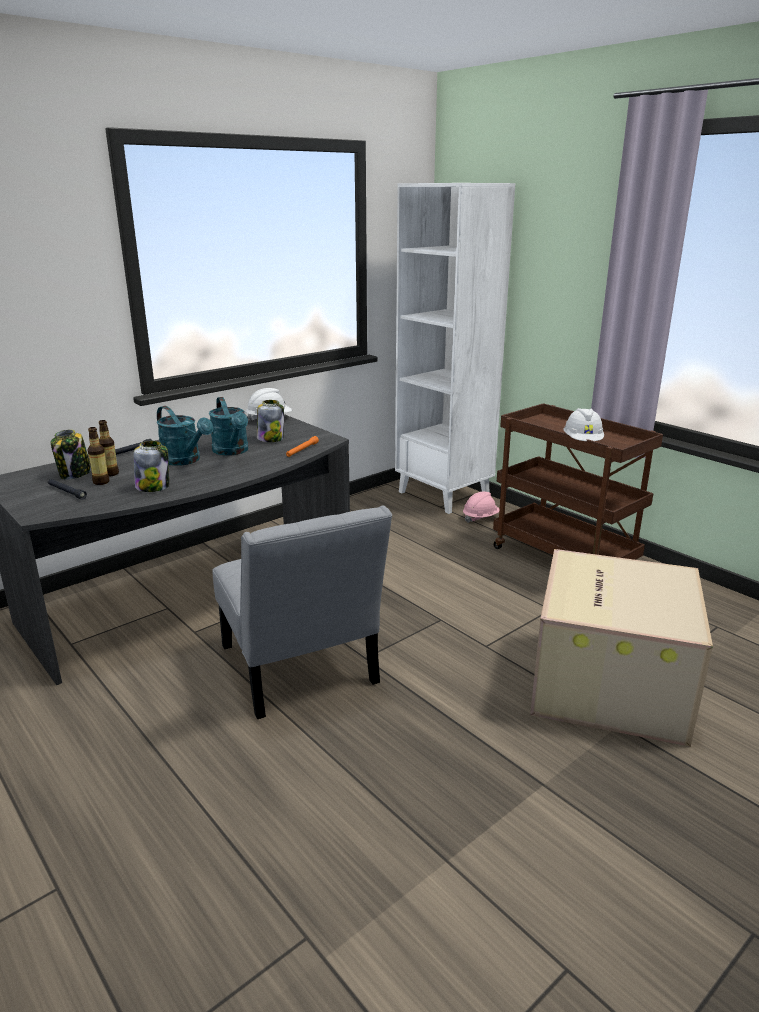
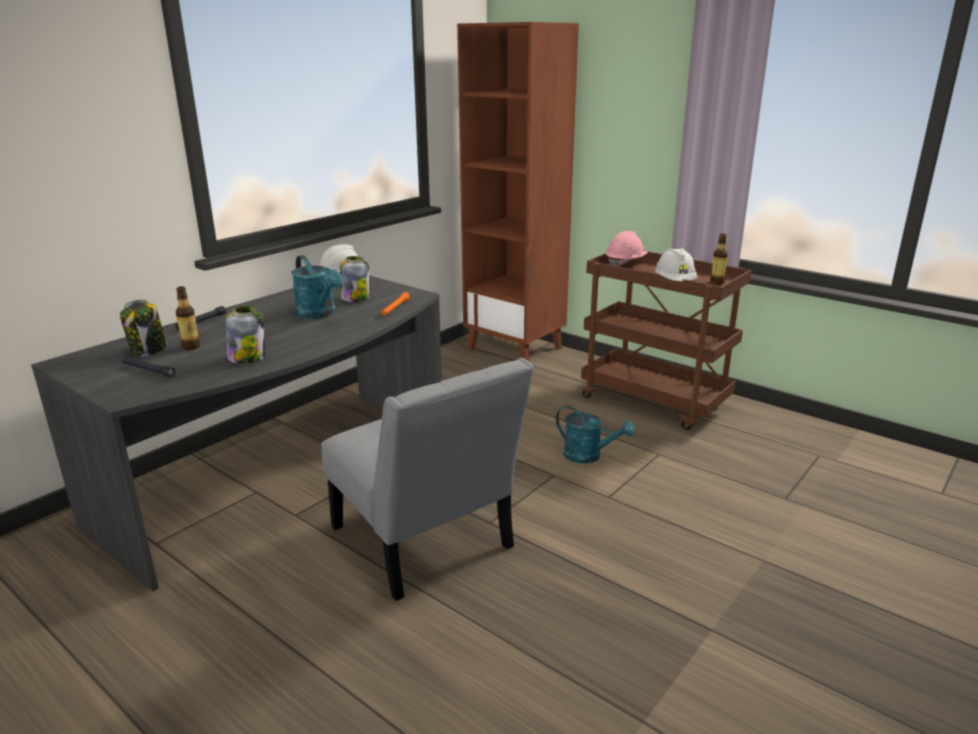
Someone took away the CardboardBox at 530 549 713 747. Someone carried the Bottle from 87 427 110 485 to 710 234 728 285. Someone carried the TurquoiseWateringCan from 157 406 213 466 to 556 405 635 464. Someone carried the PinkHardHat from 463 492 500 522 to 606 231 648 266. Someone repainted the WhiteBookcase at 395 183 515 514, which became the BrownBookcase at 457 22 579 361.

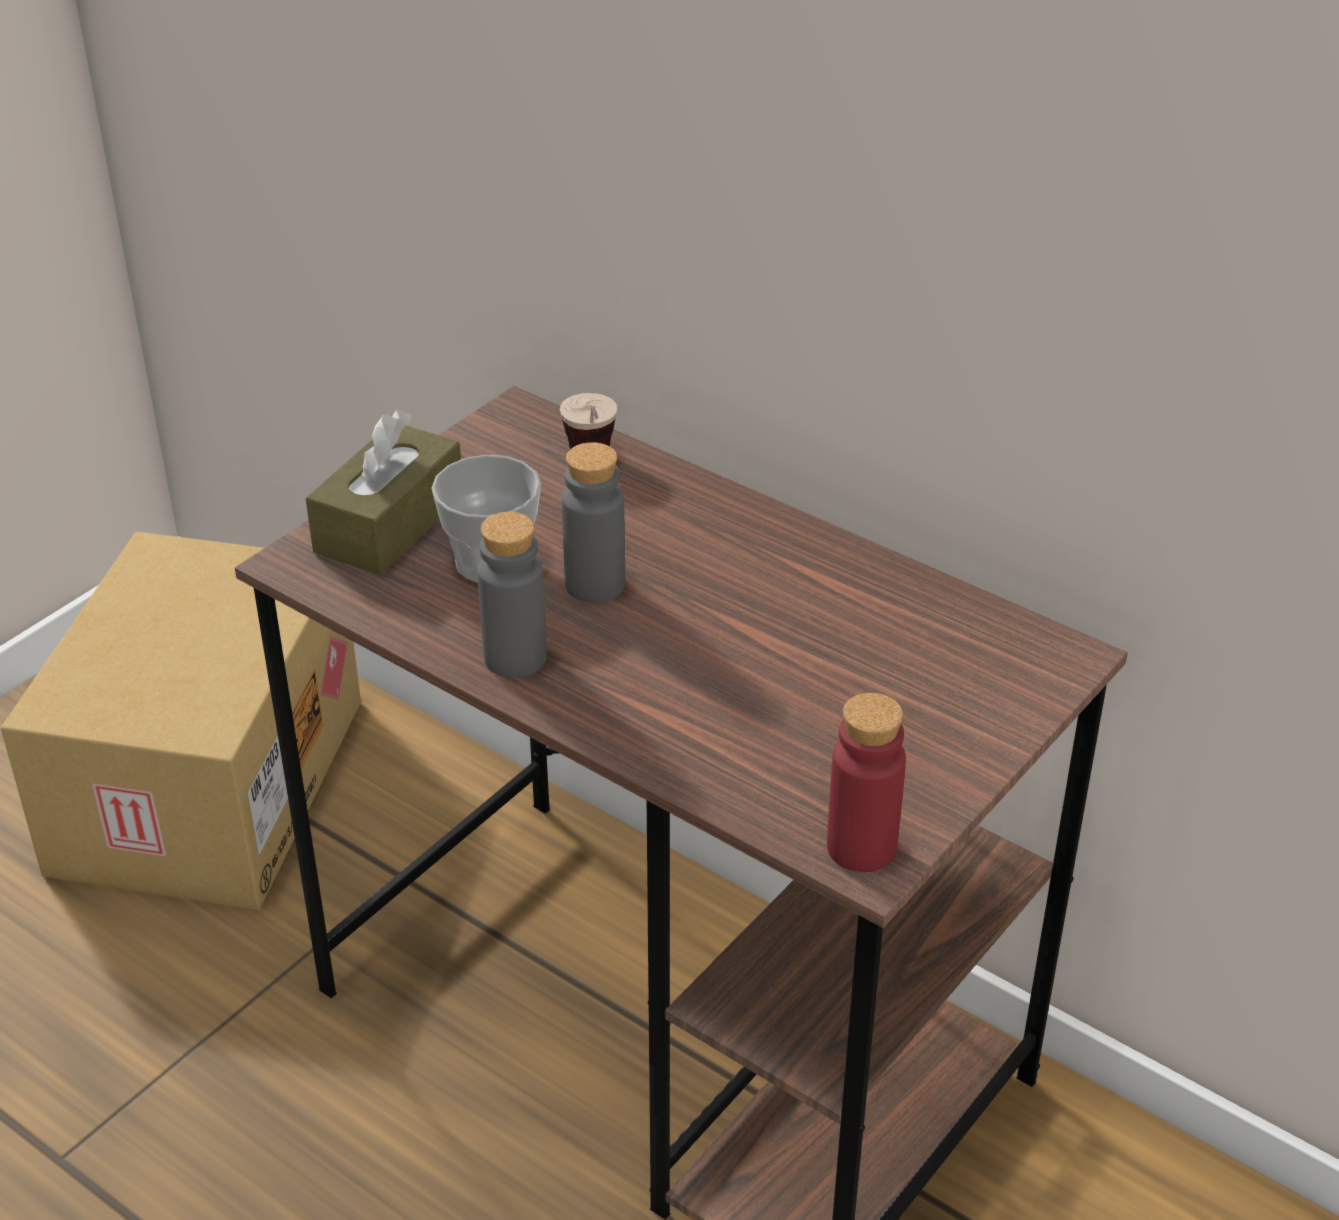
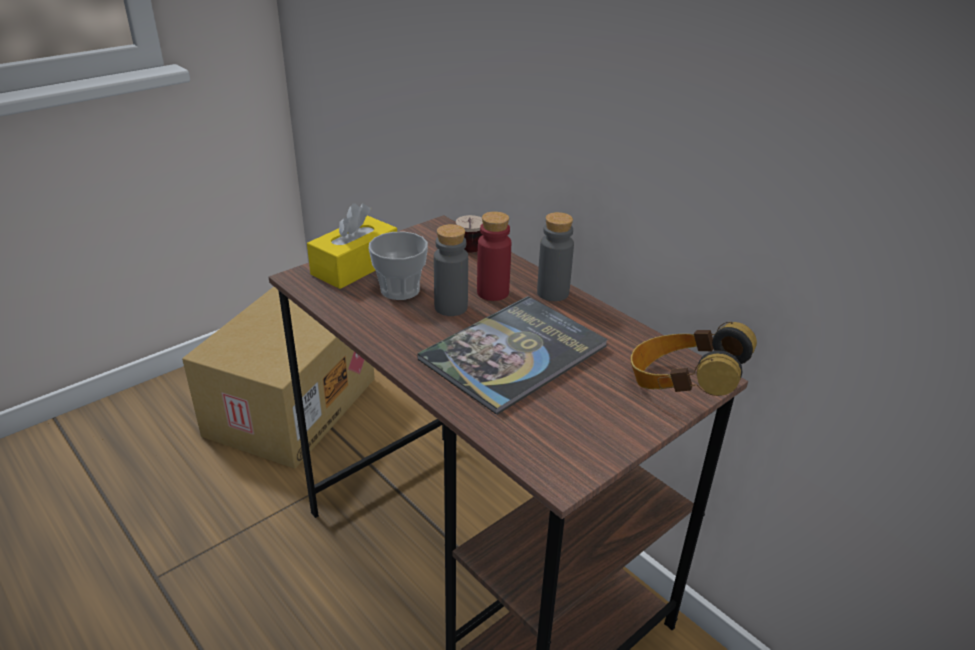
Someone put down the Book at 417 296 608 415. Someone put down the Headphones at 630 322 757 396. Someone carried the GreyBottle from 478 512 547 678 to 537 212 574 301. Someone carried the RedBottle from 827 693 906 872 to 477 211 511 301. Someone repainted the BrownTissueBox at 306 410 461 575, which became the YellowTissueBox at 307 203 397 289.

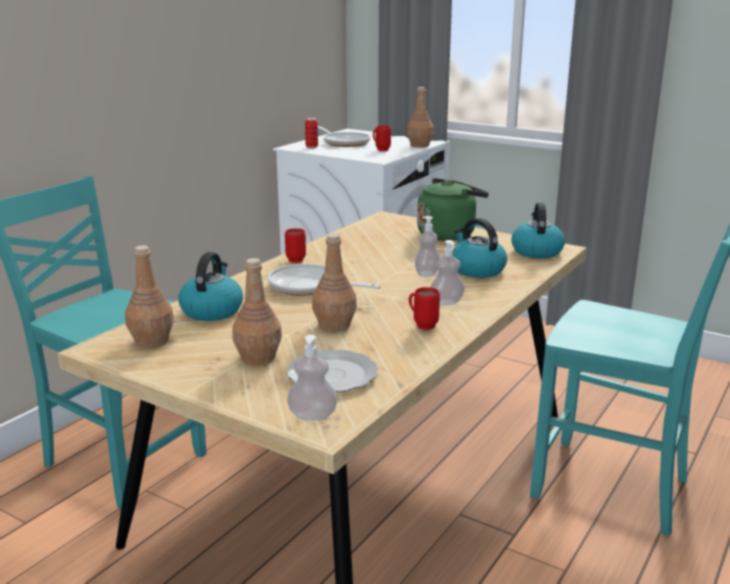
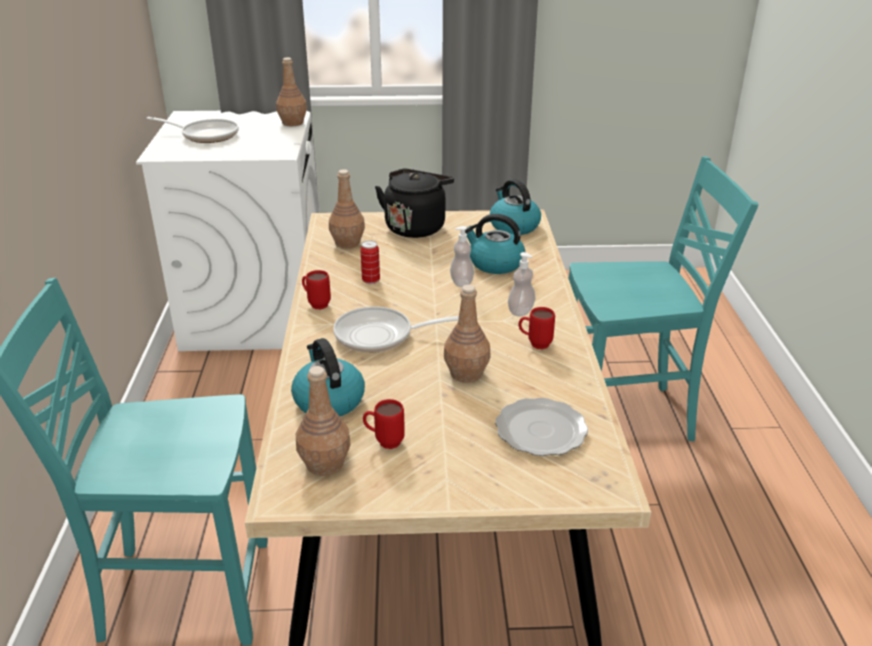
Someone took away the SoapDispenser at 287 335 337 421. Someone carried the BrownBottle from 232 258 282 365 to 329 169 365 248. Someone carried the Can from 305 118 318 148 to 360 240 380 284. Someone carried the RedMug from 373 126 391 151 to 363 399 405 449. Someone repainted the GreenKettle at 417 178 489 241, which became the BlackKettle at 375 169 454 238.

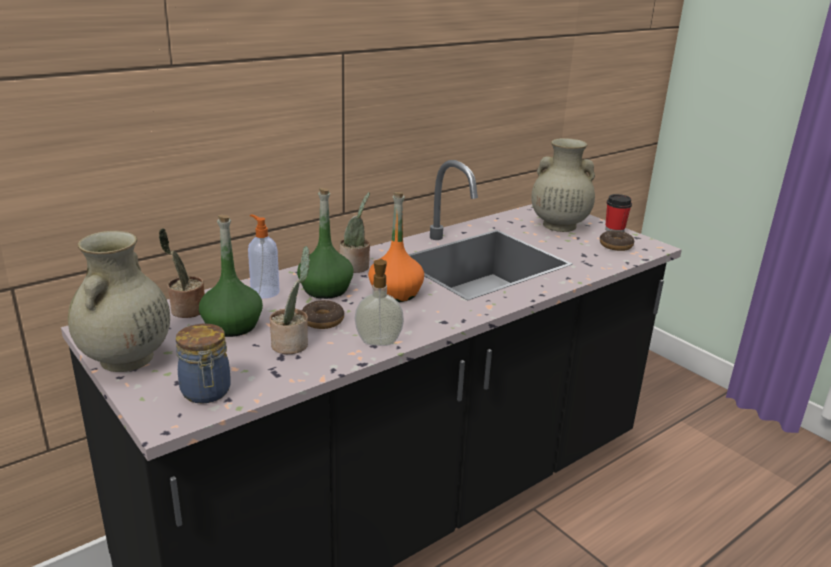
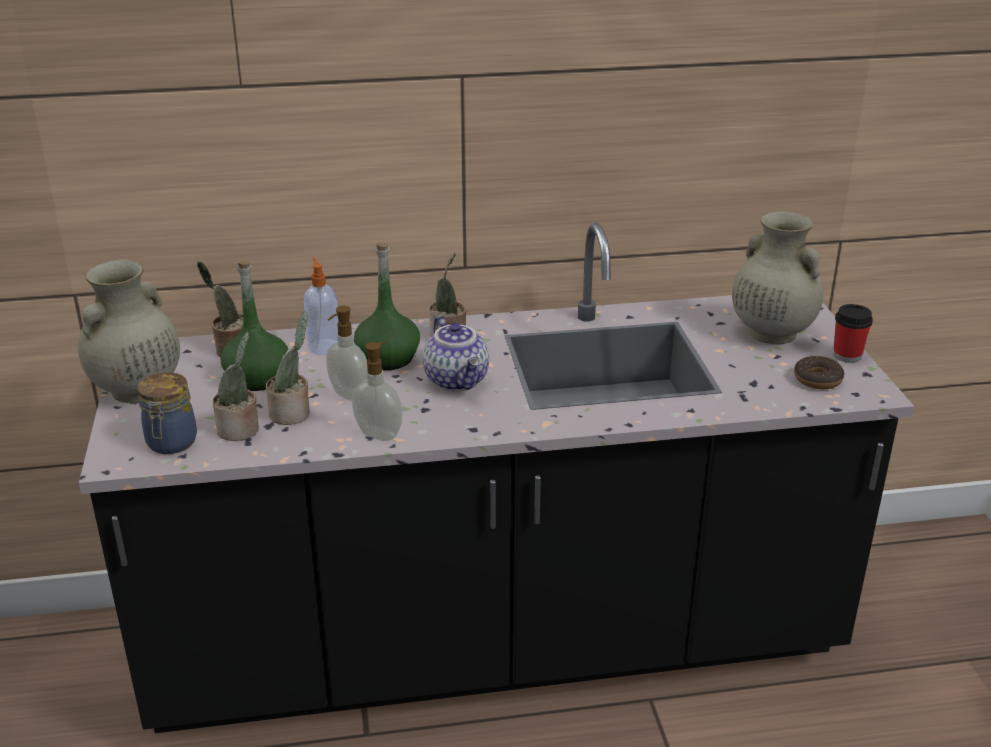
Someone put down the PottedPlant at 213 332 259 441. Someone swapped the Donut at 302 300 344 329 for the SoapDispenser at 326 306 367 401. Someone swapped the OrangeBottle at 368 192 424 302 for the Teapot at 423 316 489 391.

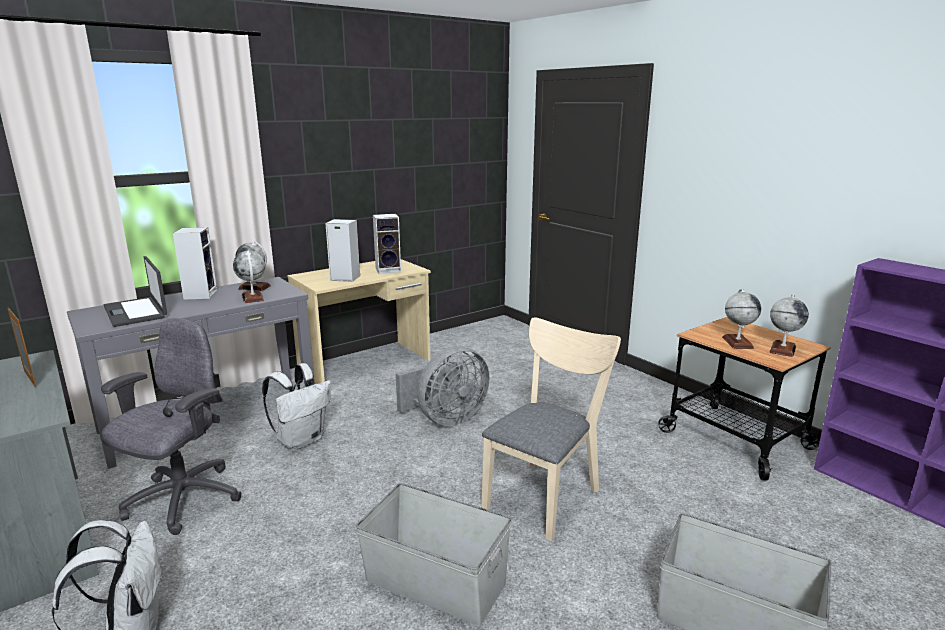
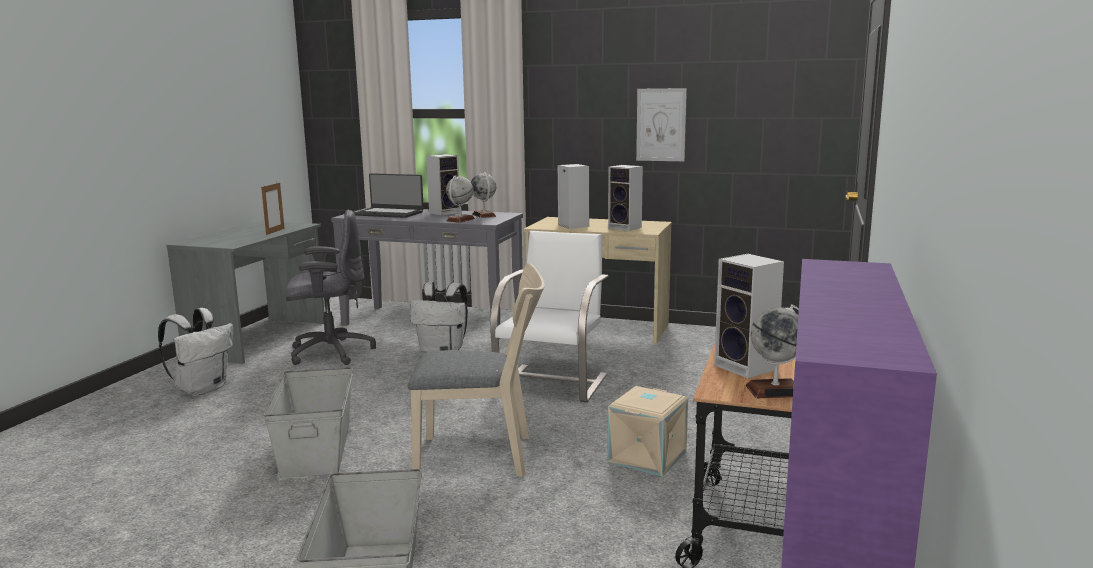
Someone put down the BeigeStorageBox at 608 386 688 476. Someone put up the Picture at 636 88 687 161. Someone swapped the GreyFan at 396 347 490 426 for the WhiteChair at 490 231 608 403. Someone swapped the Globe at 722 289 761 349 for the Speaker at 714 254 784 379. Someone rotated the Laptop at 104 256 167 327 by 90 degrees counterclockwise.

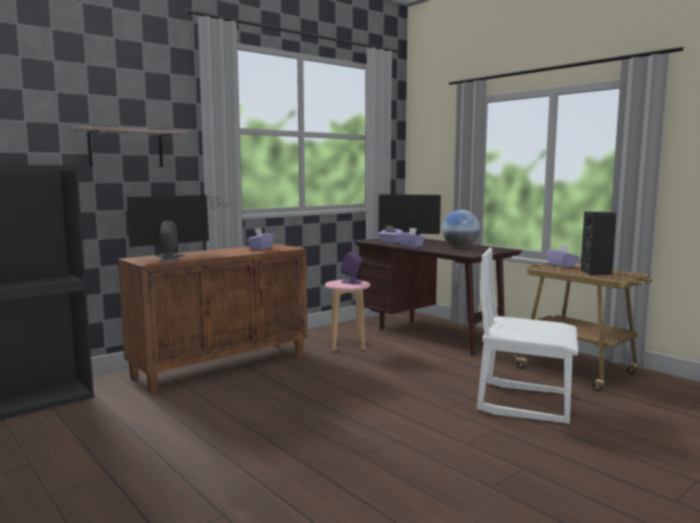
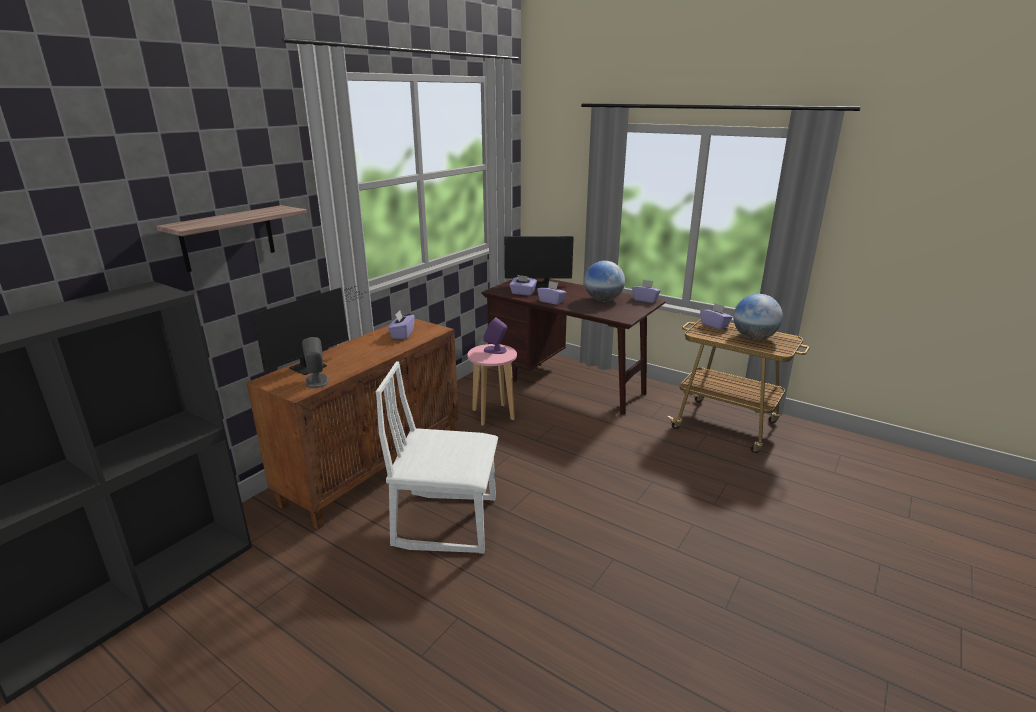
Someone put down the PurpleTissueBox at 632 280 661 303. Someone carried the WhiteChair from 477 248 578 424 to 376 361 498 554. Someone swapped the BlackSpeaker at 581 212 616 275 for the Globe at 733 294 783 340.

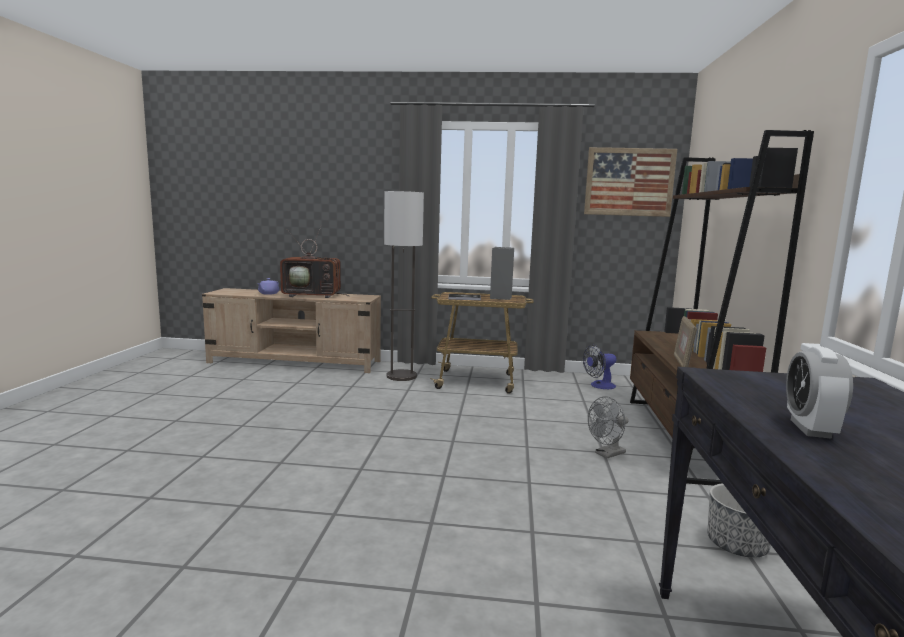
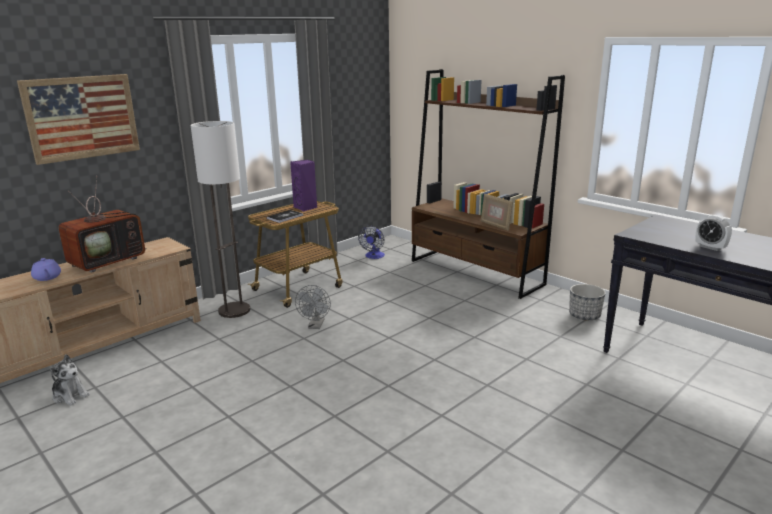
Someone put down the PlushToy at 50 354 90 406. Someone carried the Picture from 584 147 677 217 to 17 74 140 165. Someone carried the GreyFan from 588 396 629 459 to 295 285 331 329. Someone repainted the GreySpeaker at 490 247 514 300, which became the PurpleSpeaker at 290 160 317 212.

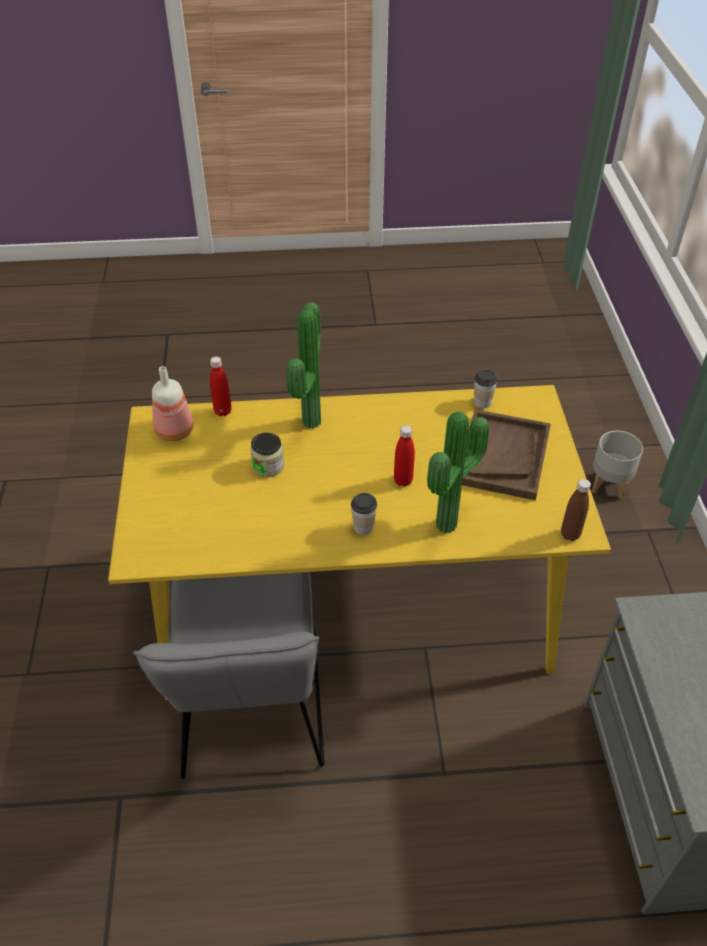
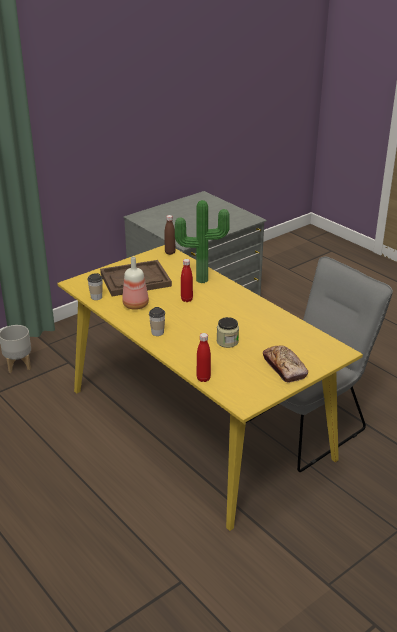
Someone took away the PottedPlant at 286 302 321 429. Someone put down the Bread at 263 345 308 383. Someone carried the Bottle from 152 366 194 441 to 122 257 149 310. Someone carried the Cup from 351 493 377 535 to 149 307 165 336.

